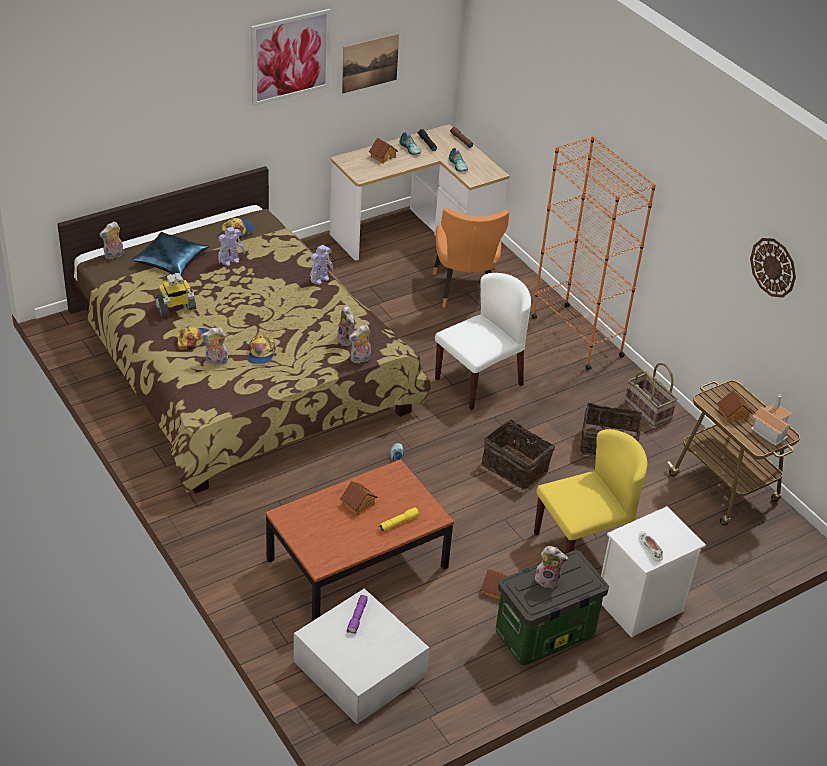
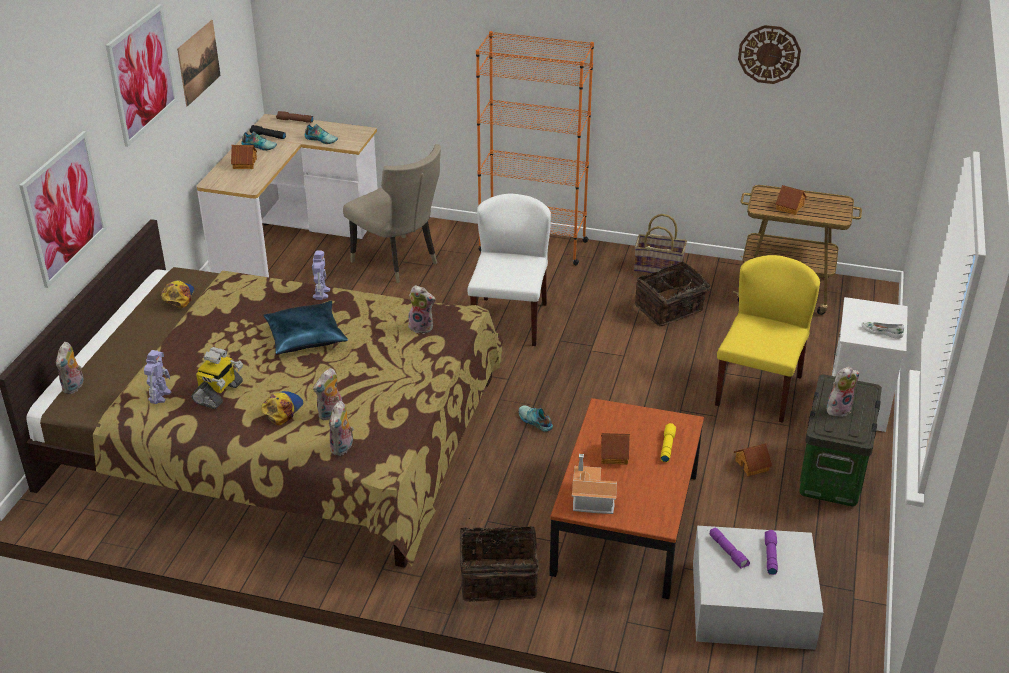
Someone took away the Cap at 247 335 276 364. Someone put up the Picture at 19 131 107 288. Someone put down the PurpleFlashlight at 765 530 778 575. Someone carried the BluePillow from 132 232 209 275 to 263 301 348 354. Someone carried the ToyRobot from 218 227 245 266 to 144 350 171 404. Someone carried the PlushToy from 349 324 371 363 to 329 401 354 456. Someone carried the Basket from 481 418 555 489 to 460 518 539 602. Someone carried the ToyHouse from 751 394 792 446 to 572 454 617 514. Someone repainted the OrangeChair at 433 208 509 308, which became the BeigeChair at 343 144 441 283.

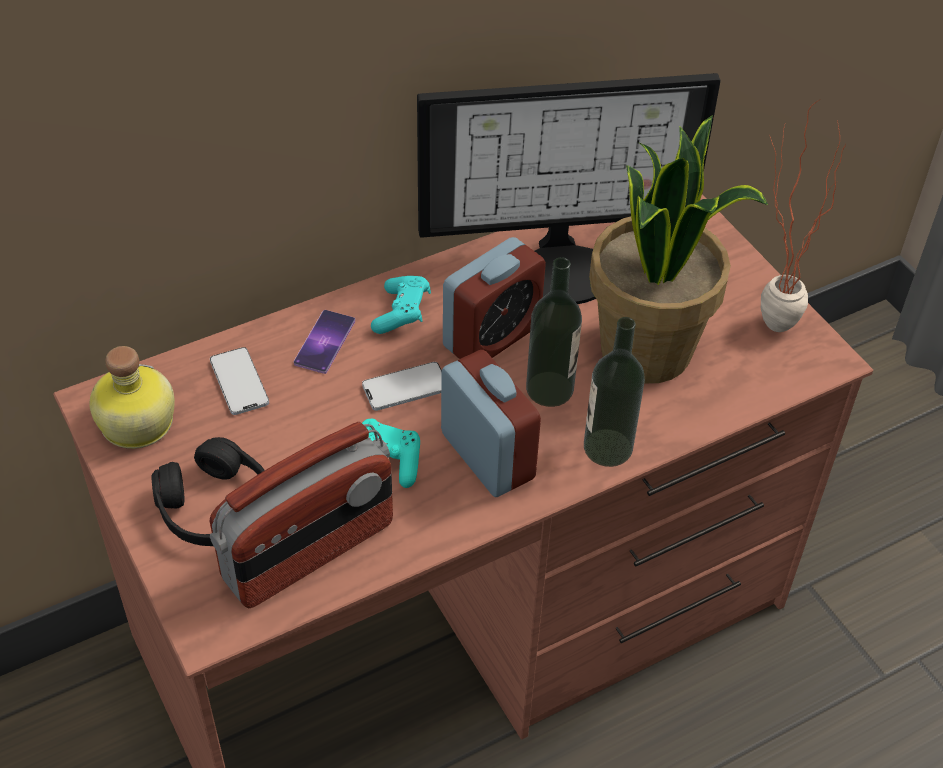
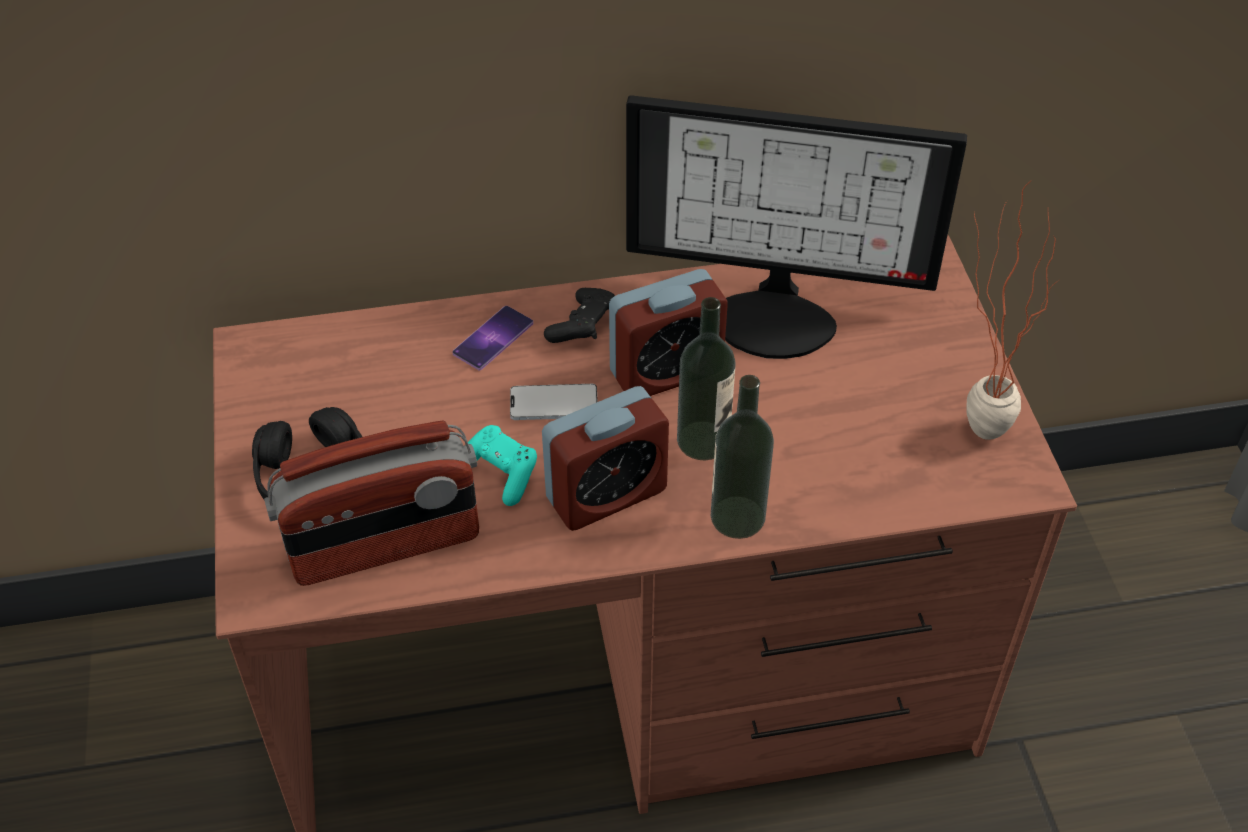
Someone took away the Bottle at 90 346 175 449. Someone took away the Phone at 210 347 269 415. Someone took away the PottedPlant at 589 115 768 383. Someone repainted the TurquoiseGameController at 371 276 431 334, which became the BlackGameController at 544 288 615 343. Someone rotated the AlarmClock at 441 350 541 497 by 75 degrees clockwise.

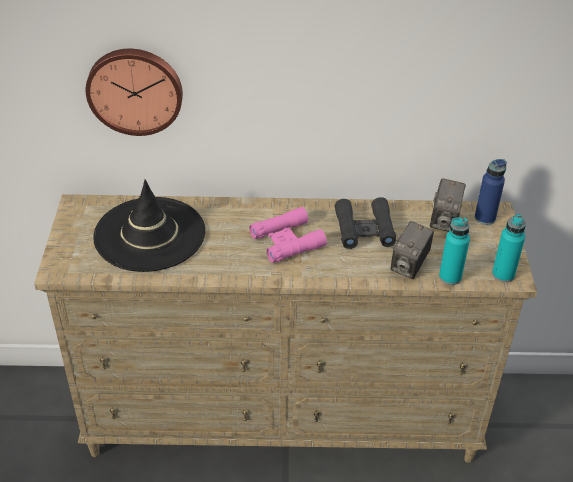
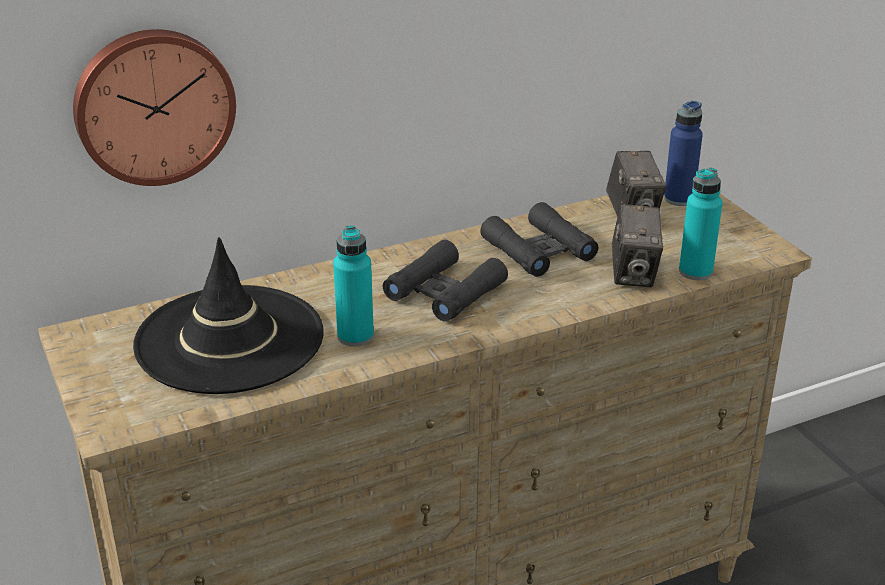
Someone carried the TurquoiseBottle from 492 214 526 282 to 333 226 374 347. Someone repainted the PinkBinoculars at 249 207 327 263, which became the BlackBinoculars at 383 240 508 322.

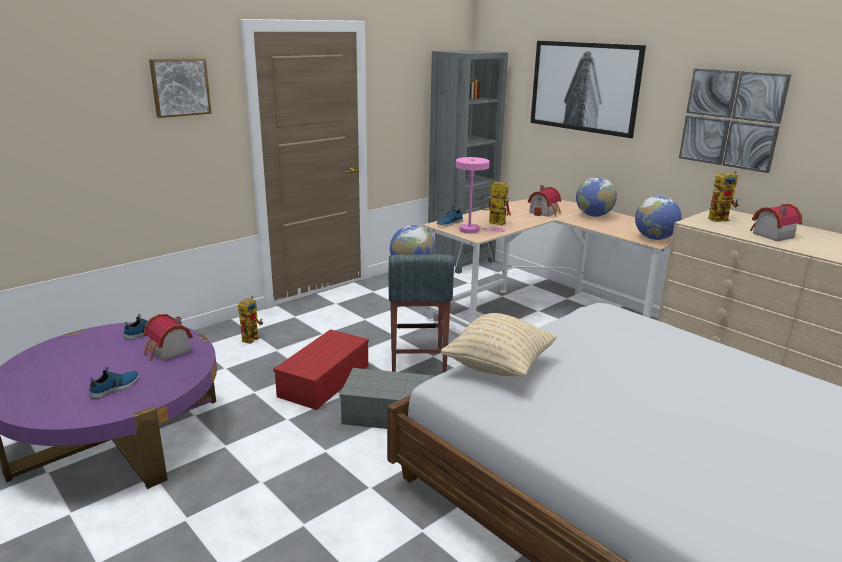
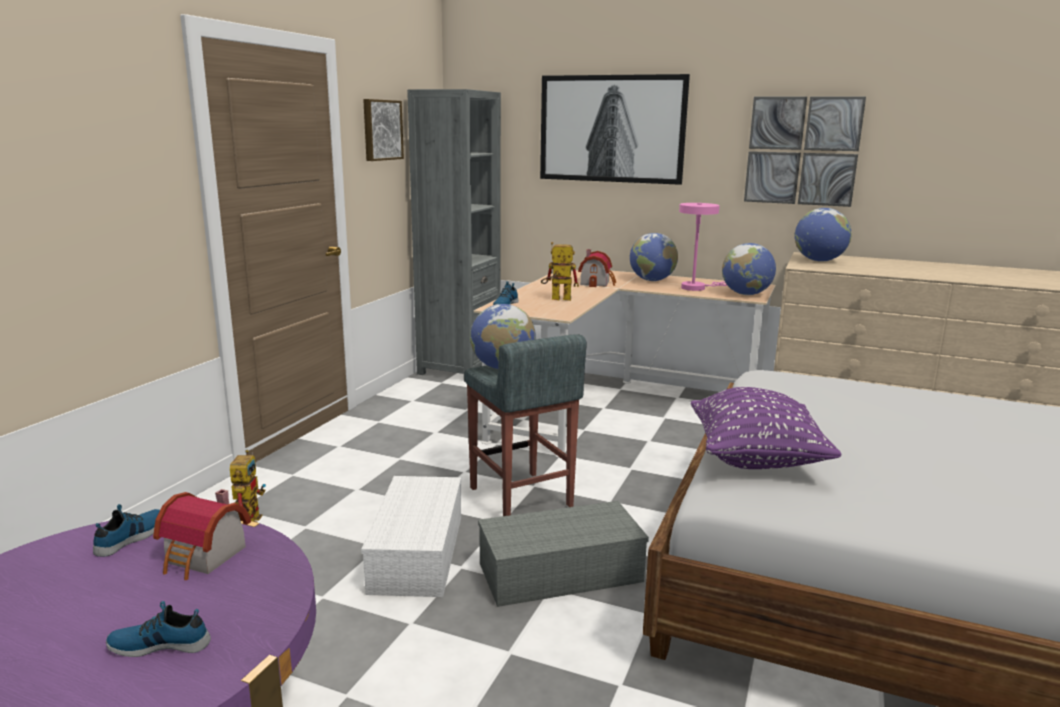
Someone took away the ToyHouse at 750 204 802 241. Someone carried the Picture from 149 58 211 118 to 363 99 404 161. Someone carried the PinkTableLamp from 456 157 505 233 to 679 203 727 291. Someone swapped the ToyRobot at 708 171 739 222 for the Globe at 795 208 852 262. Someone repainted the RedStorageBox at 273 329 369 410, which became the WhiteStorageBox at 361 476 461 597. Someone repainted the BeigePillow at 441 313 557 376, which became the PurplePillow at 690 387 842 469. Someone rotated the Shoe at 89 367 139 399 by 105 degrees counterclockwise.

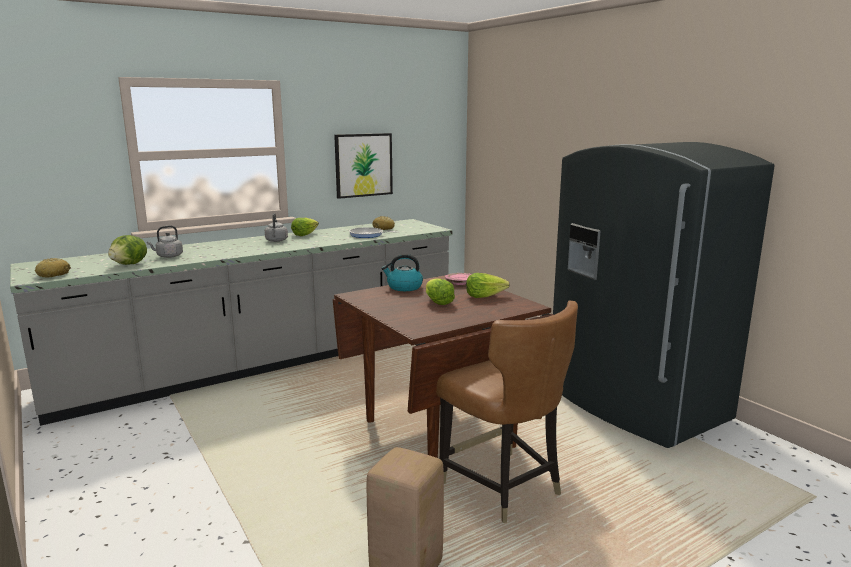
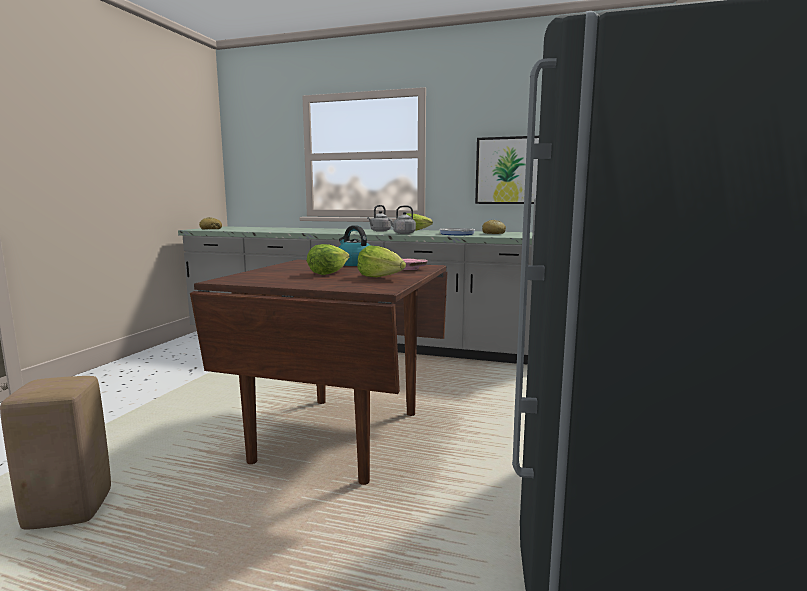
Someone took away the Lettuce at 108 235 147 265. Someone took away the BrownChair at 436 301 578 523. Someone carried the GreyKettle from 147 225 183 258 to 388 206 416 234.

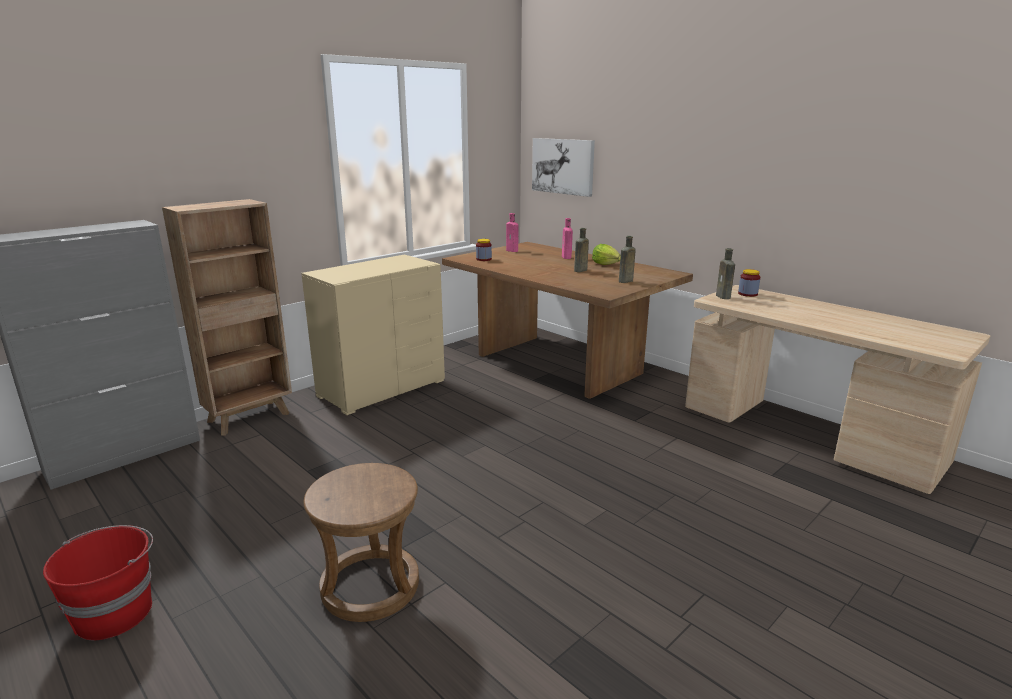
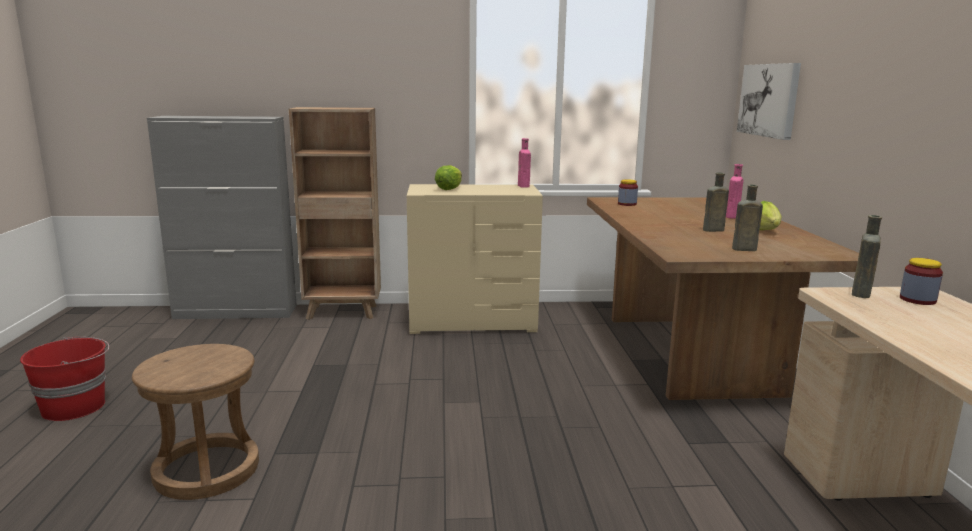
Someone put down the Lettuce at 435 165 462 190. Someone carried the PinkBottle from 506 213 519 252 to 518 138 531 188.

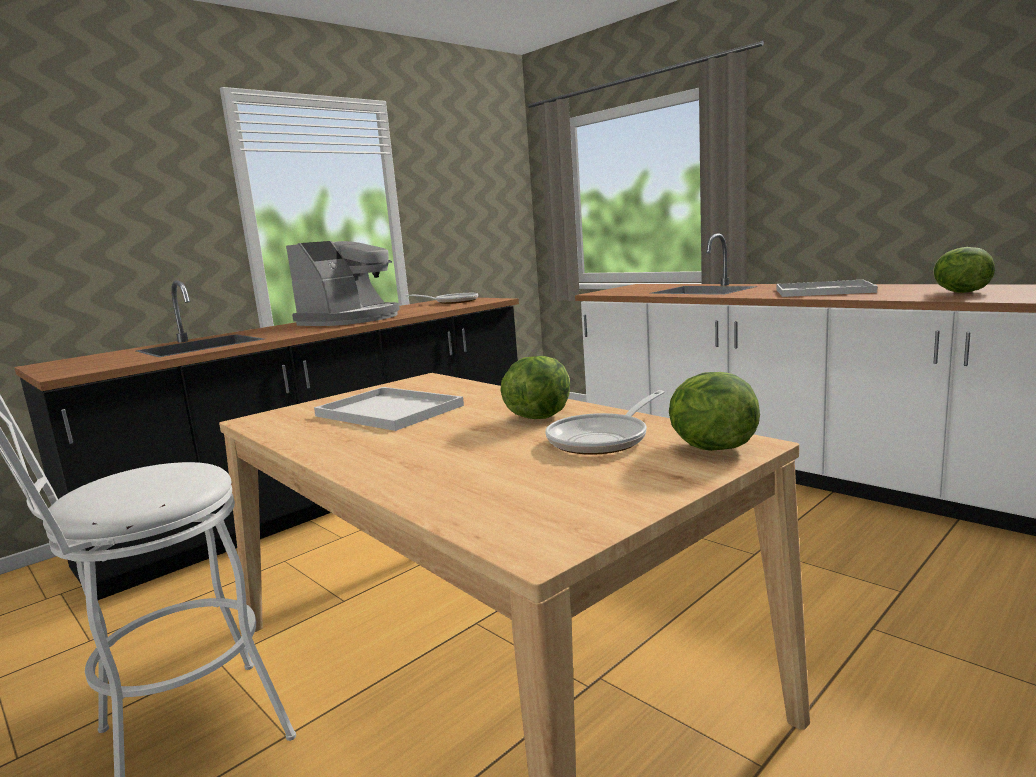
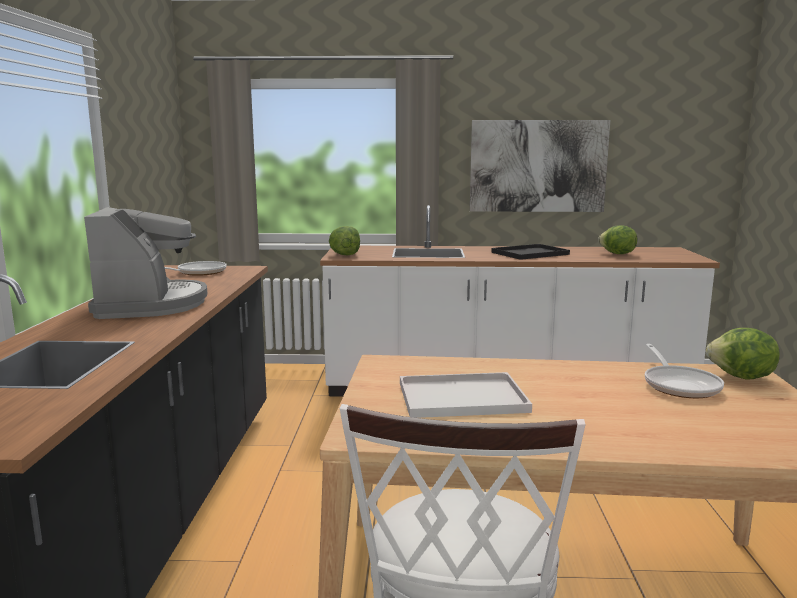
Someone put up the Picture at 470 120 610 212. Someone carried the Lettuce from 500 356 570 419 to 329 226 360 255. Someone repainted the WhiteTray at 776 280 877 297, which became the BlackTray at 491 244 570 260.

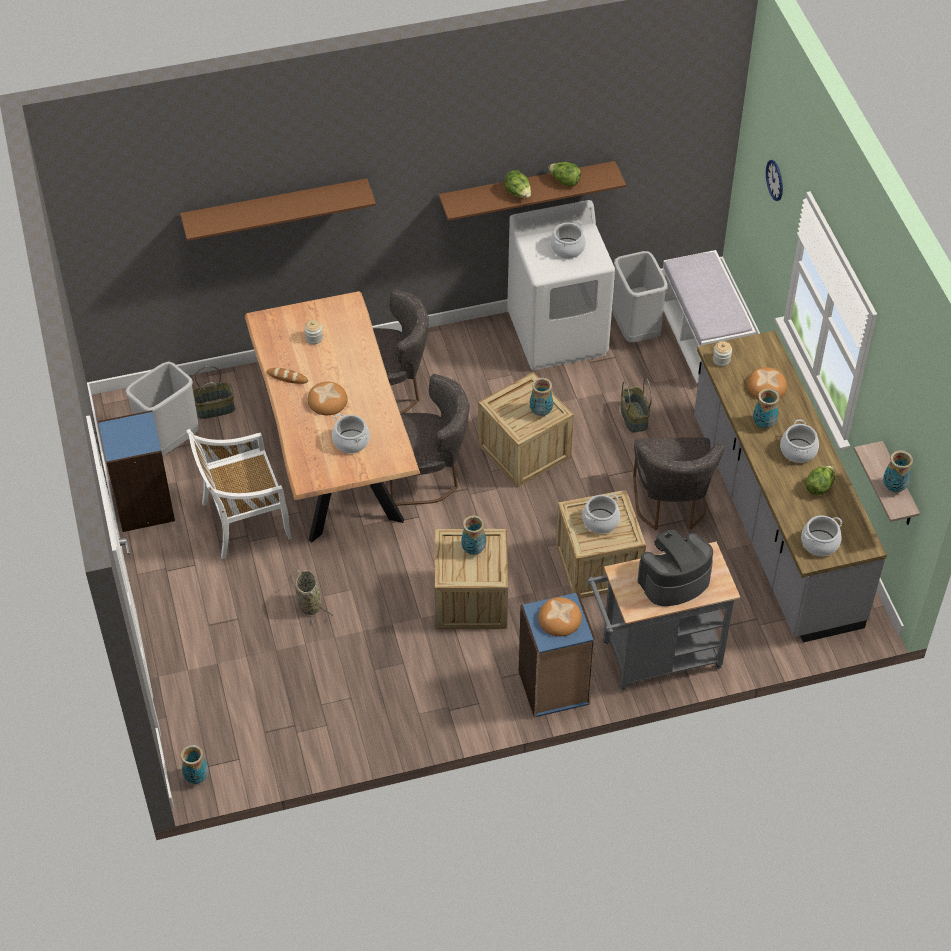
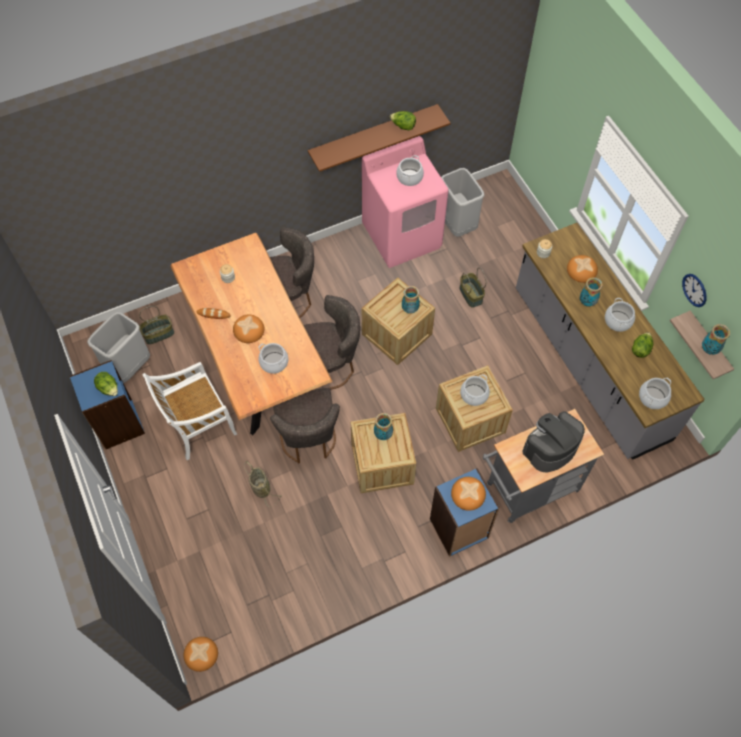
Someone took away the BrownShelf at 180 178 376 241. Someone took away the WhiteBench at 663 250 756 384. Someone carried the Lettuce from 504 170 531 198 to 94 372 118 396. Someone carried the GreyChair from 633 437 724 530 to 270 388 340 463. Someone carried the WallClock from 766 160 783 201 to 682 274 707 307. Someone swapped the Vase at 181 745 209 784 for the Bread at 183 637 218 672. Someone repainted the WhiteWashingMachine at 507 200 615 370, which became the PinkWashingMachine at 362 136 449 268.

